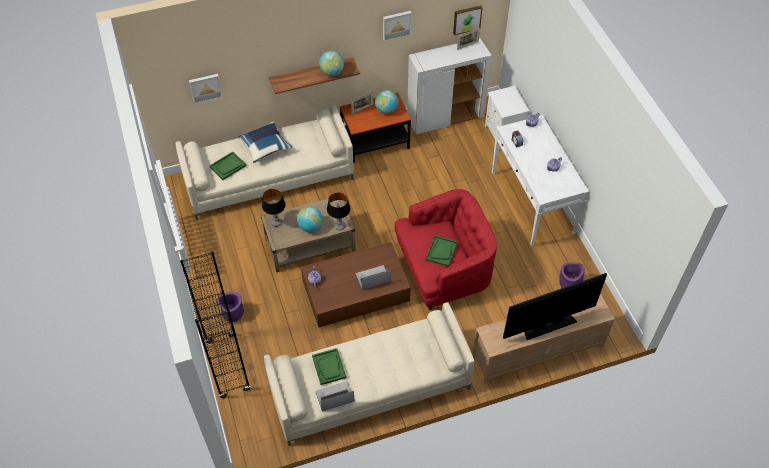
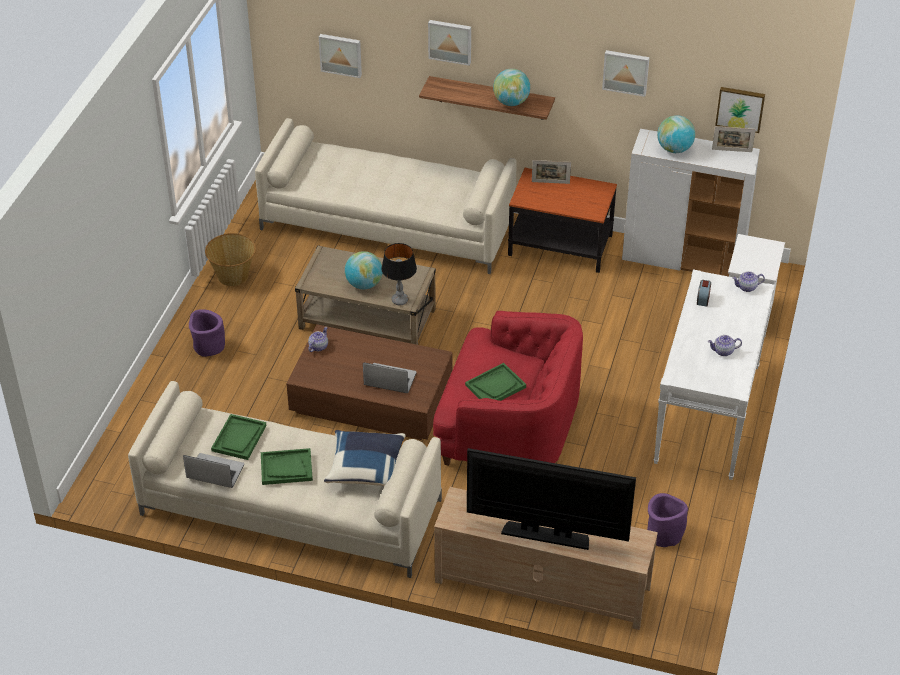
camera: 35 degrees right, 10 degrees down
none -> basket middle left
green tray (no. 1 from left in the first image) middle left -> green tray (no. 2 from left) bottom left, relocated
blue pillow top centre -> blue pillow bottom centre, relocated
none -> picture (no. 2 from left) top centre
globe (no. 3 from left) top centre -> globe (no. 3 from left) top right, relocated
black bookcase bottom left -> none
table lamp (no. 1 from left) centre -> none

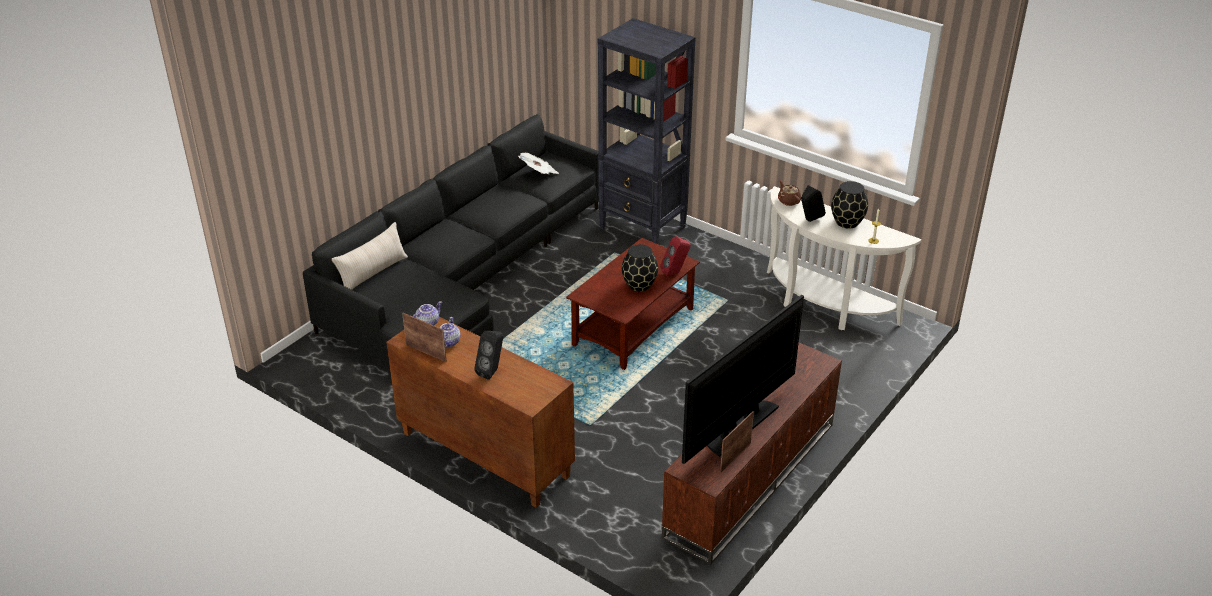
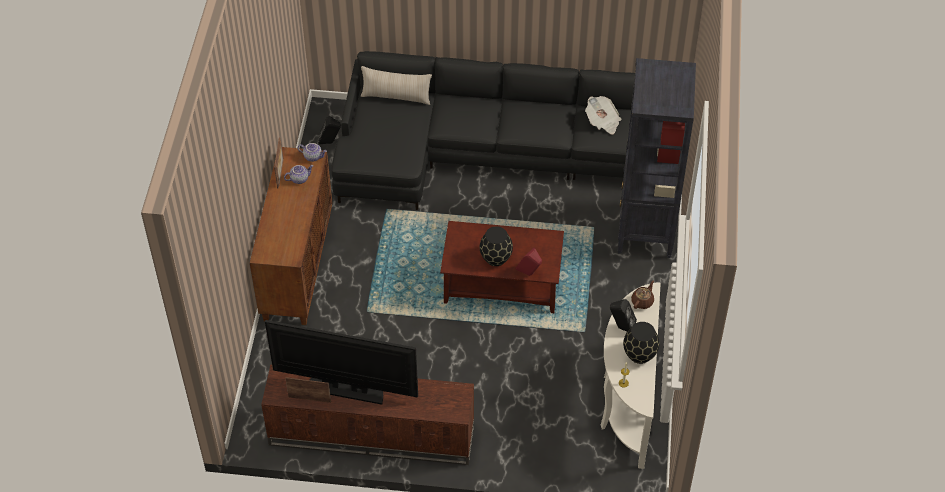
camera: 60 degrees right, 15 degrees up
black speaker (no. 1 from left) centre -> black speaker (no. 1 from left) top centre, relocated

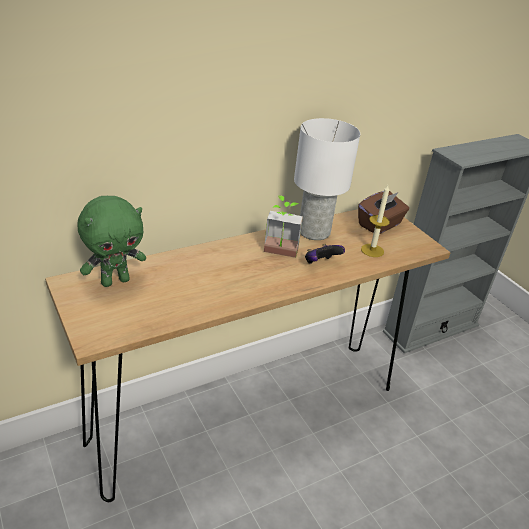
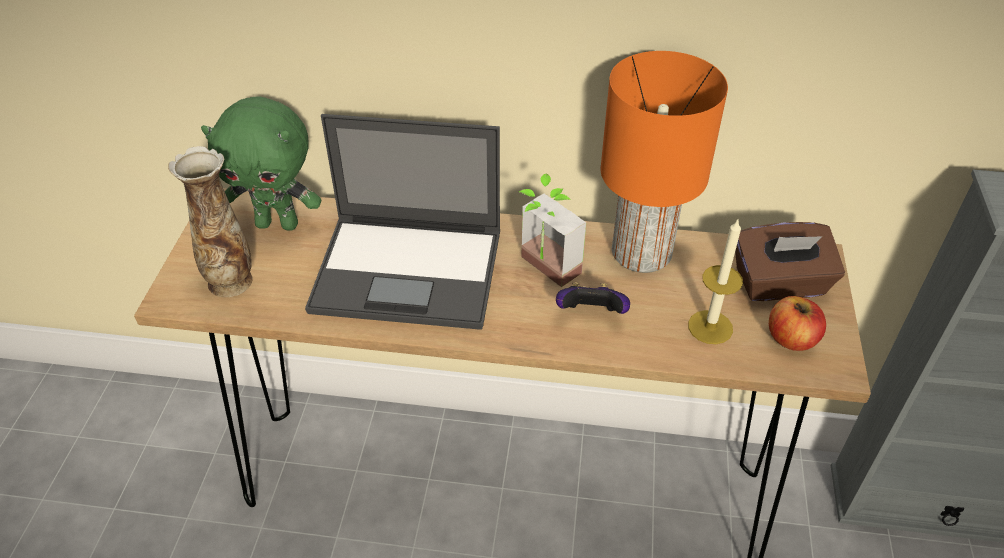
camera: 40 degrees right, 10 degrees up
none -> vase middle left
none -> laptop centre
white table lamp centre -> orange table lamp top centre
none -> apple middle right

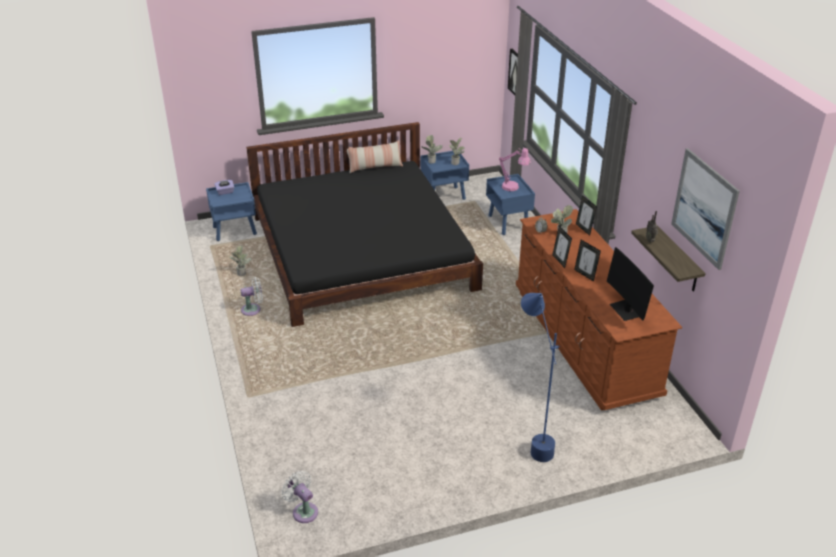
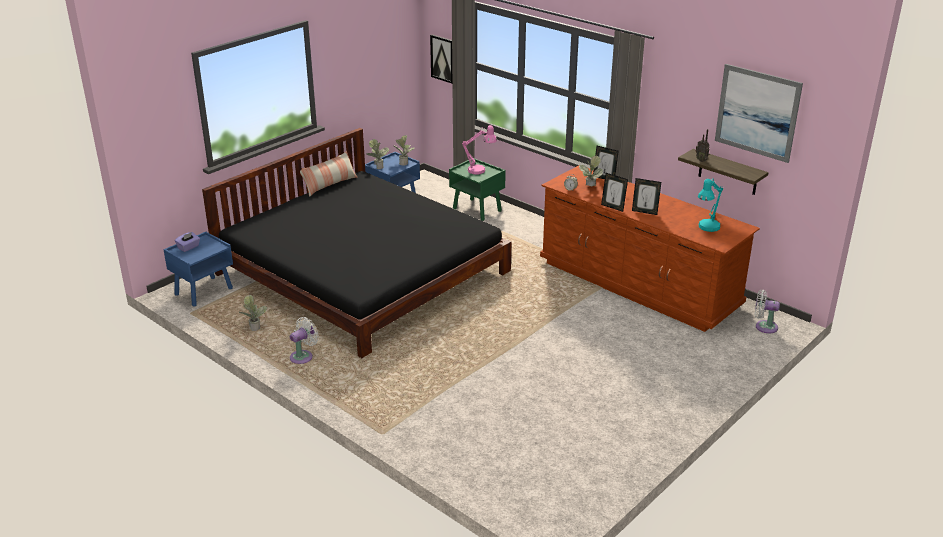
camera: 30 degrees left, 5 degrees down
blue nightstand (no. 3 from left) centre -> green nightstand centre
monitor middle right -> turquoise table lamp middle right
white fan (no. 2 from left) bottom centre -> white fan (no. 2 from left) middle right, relocated
blue floor lamp bottom centre -> none

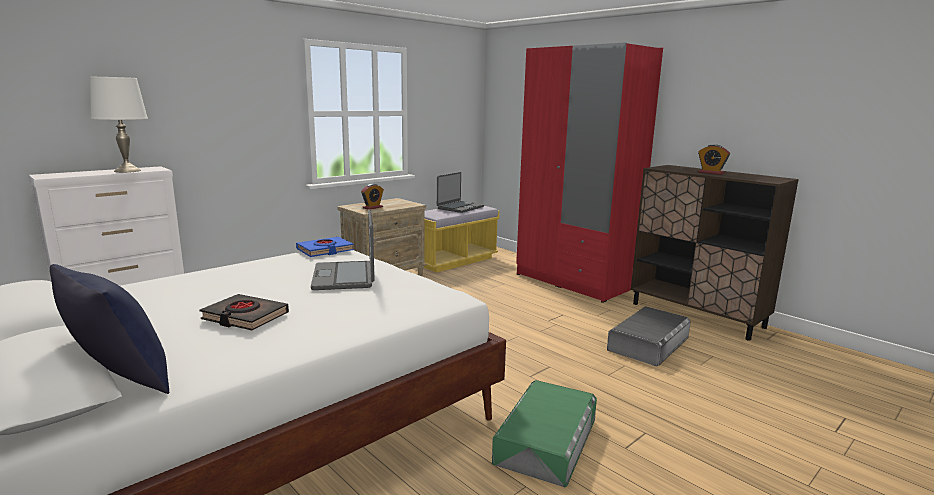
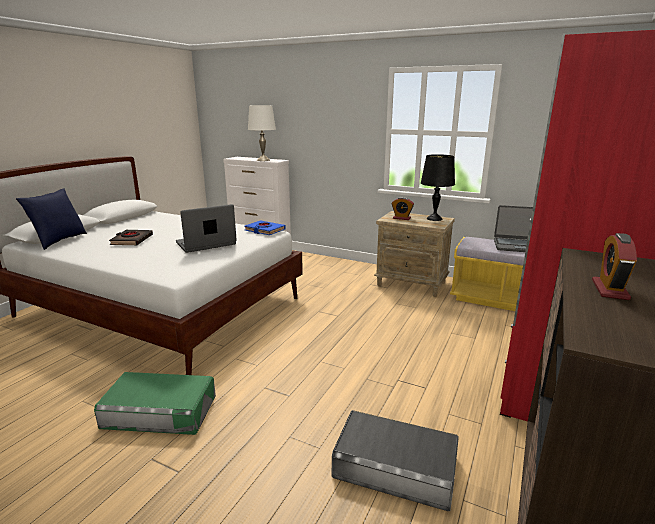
camera: 70 degrees right, 5 degrees up
none -> black table lamp middle right

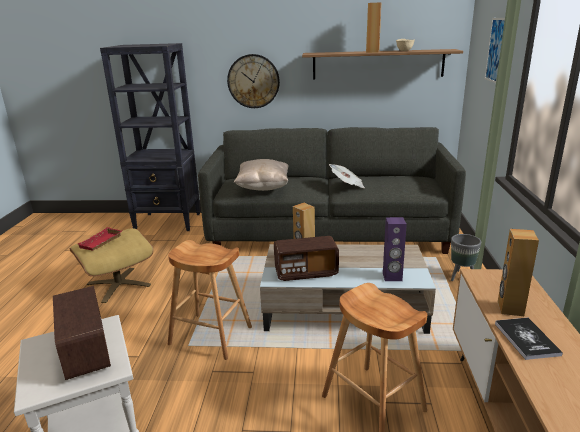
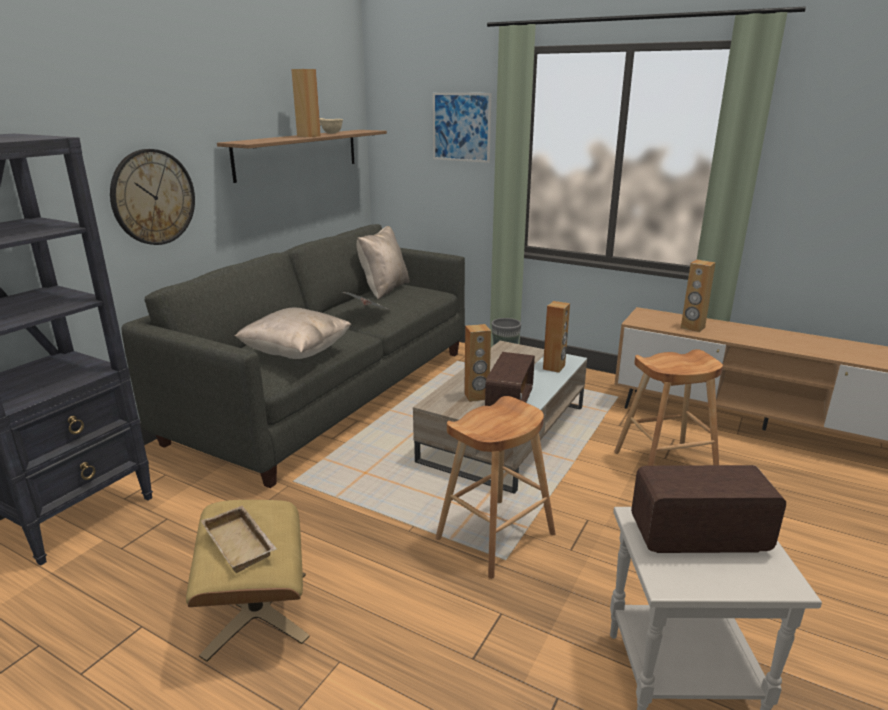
camera: 65 degrees left, 0 degrees up
red tray middle left -> beige tray bottom left
none -> beige pillow (no. 2 from left) centre
purple speaker middle right -> brown speaker (no. 3 from left) centre
book bottom right -> none

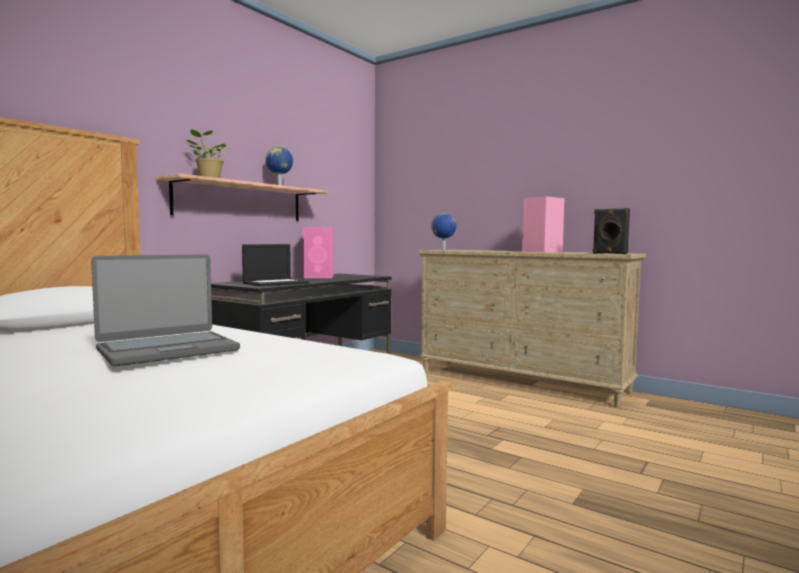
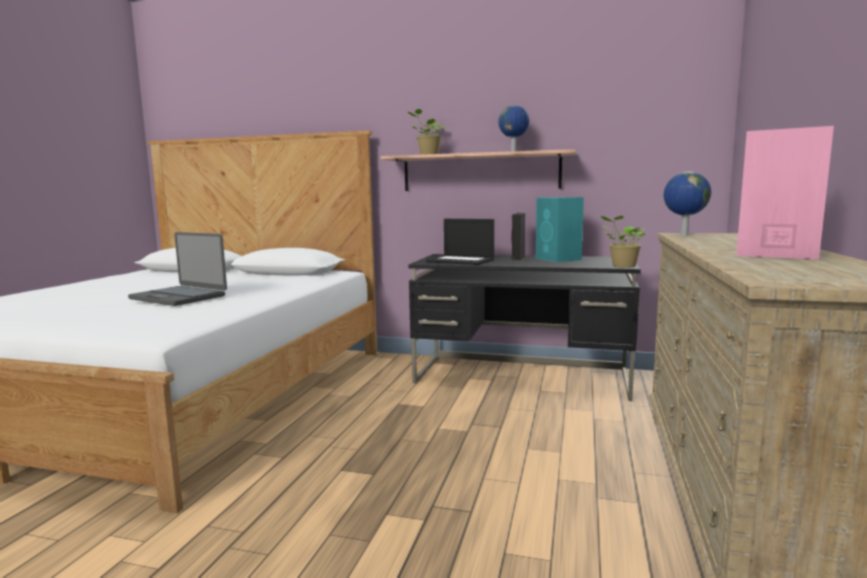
camera: 70 degrees right, 5 degrees up
black speaker middle right -> black speaker centre, relocated
pink speaker (no. 1 from left) centre -> turquoise speaker centre
none -> potted plant (no. 2 from left) middle right

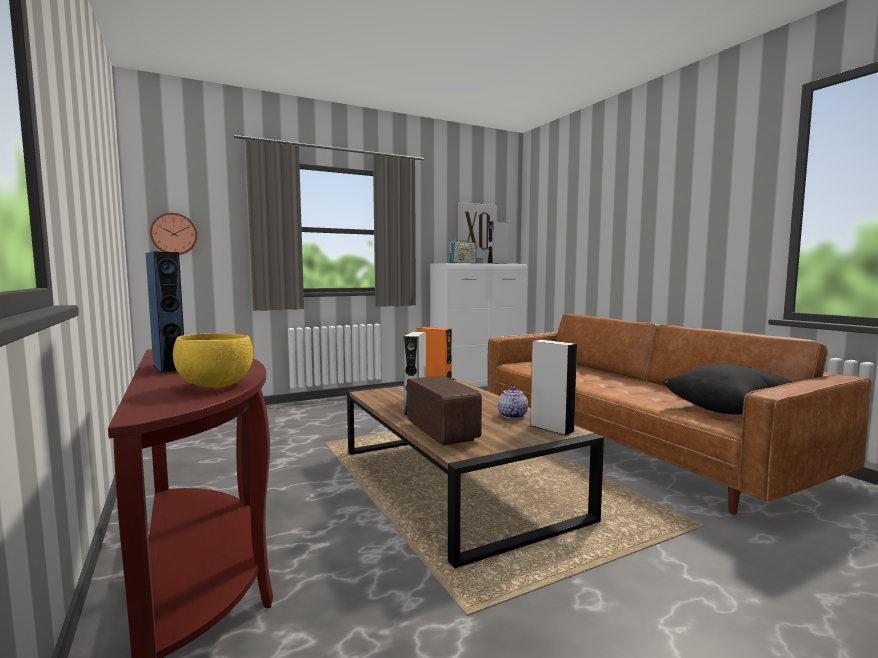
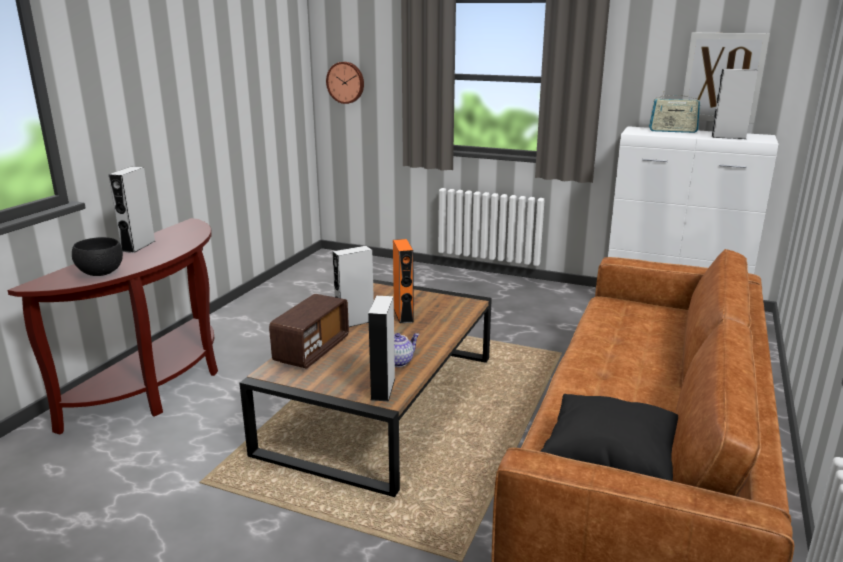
camera: 50 degrees right, 15 degrees up
yellow bowl middle left -> black bowl middle left
blue speaker middle left -> grey speaker (no. 1 from left) middle left

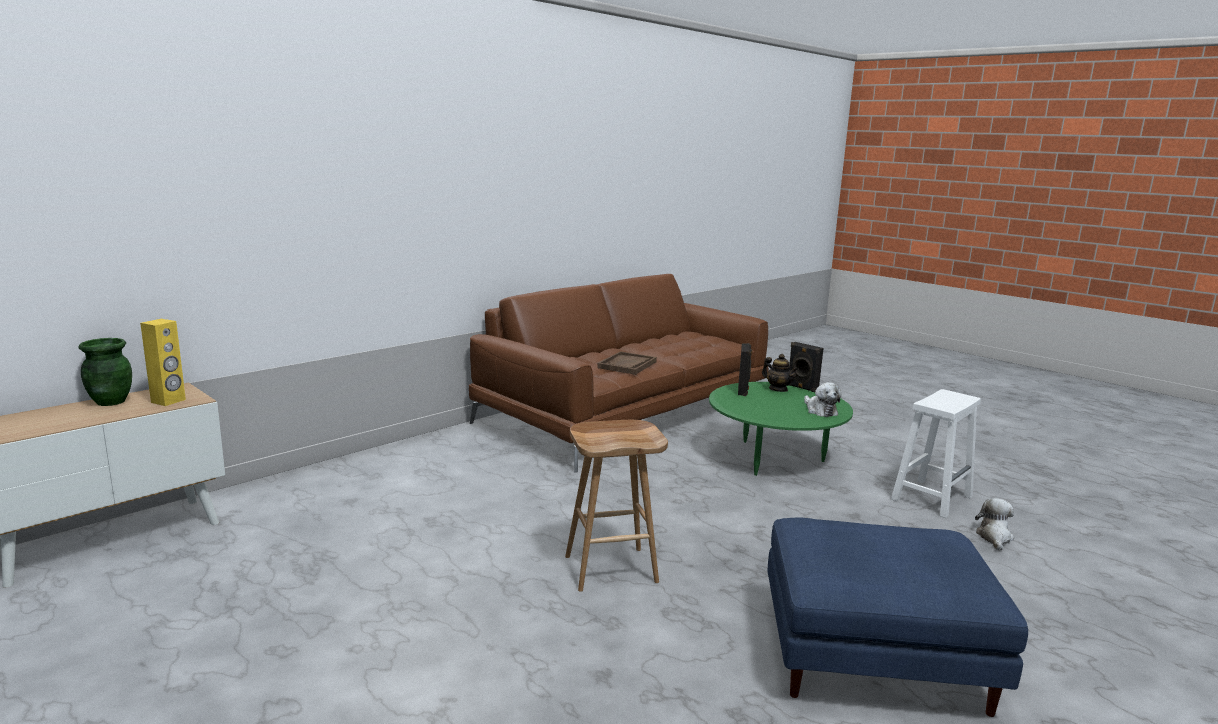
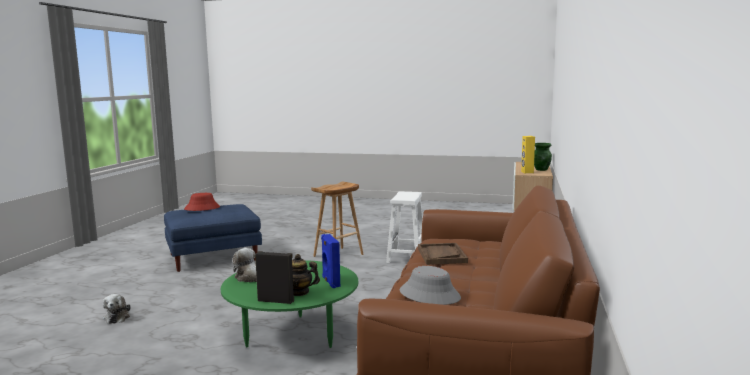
camera: 150 degrees right, 5 degrees down
none -> red hat middle left
black speaker (no. 1 from left) centre -> blue speaker bottom centre
white stool middle right -> white stool centre, relocated
none -> grey hat bottom centre

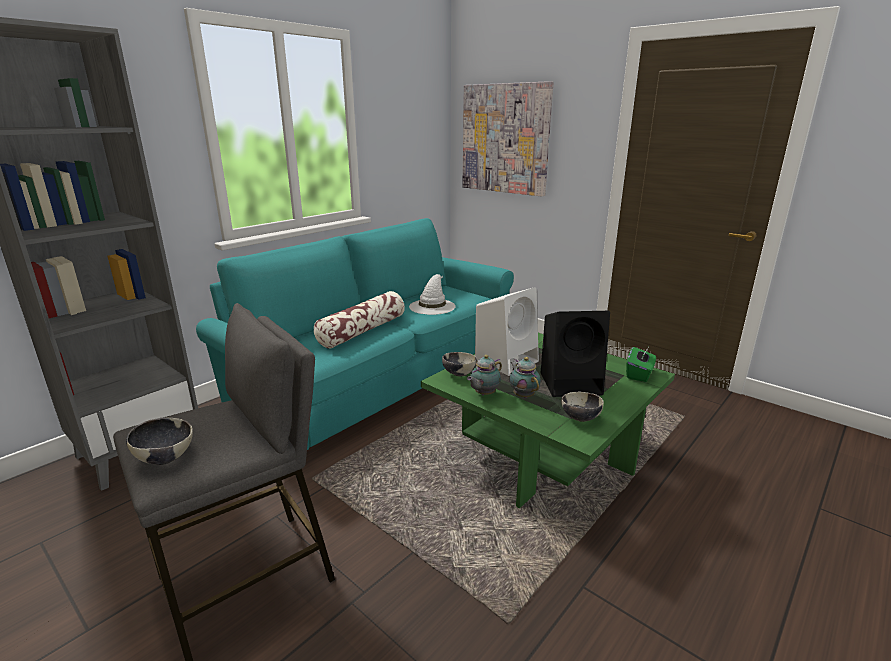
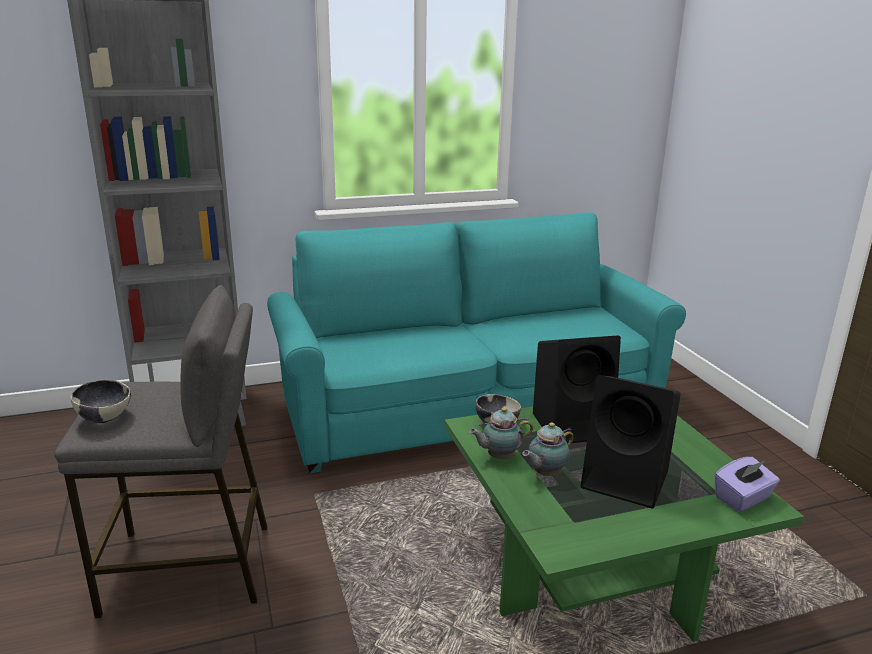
camera: 30 degrees right, 0 degrees up
teapot (no. 2 from left) centre -> teapot (no. 2 from left) bottom centre, 135 degrees counterclockwise
white speaker centre -> black speaker (no. 1 from left) centre
green tissue box middle right -> purple tissue box bottom right
pillow centre -> none
white hat centre -> none
picture top centre -> none
bowl (no. 3 from left) centre -> none

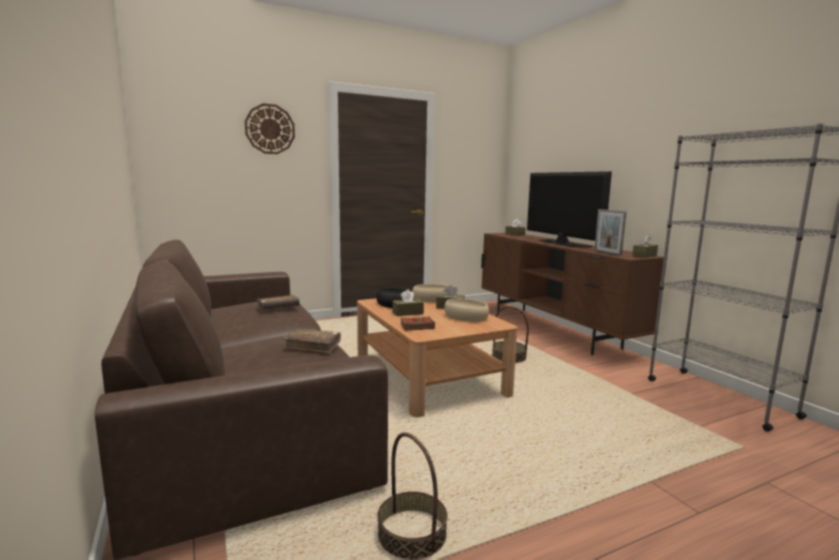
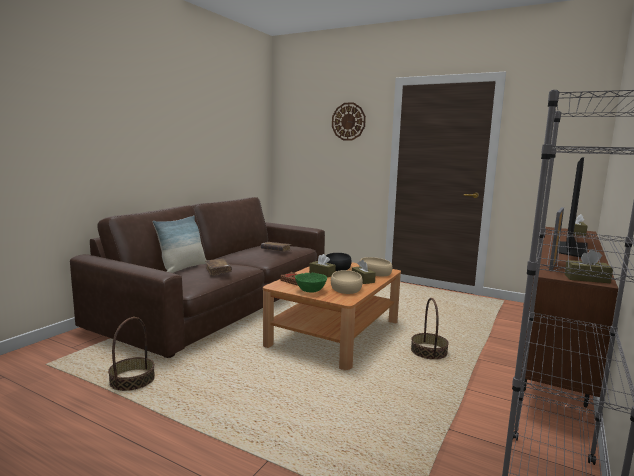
camera: 55 degrees right, 0 degrees up
none -> pillow middle left
none -> green bowl centre

